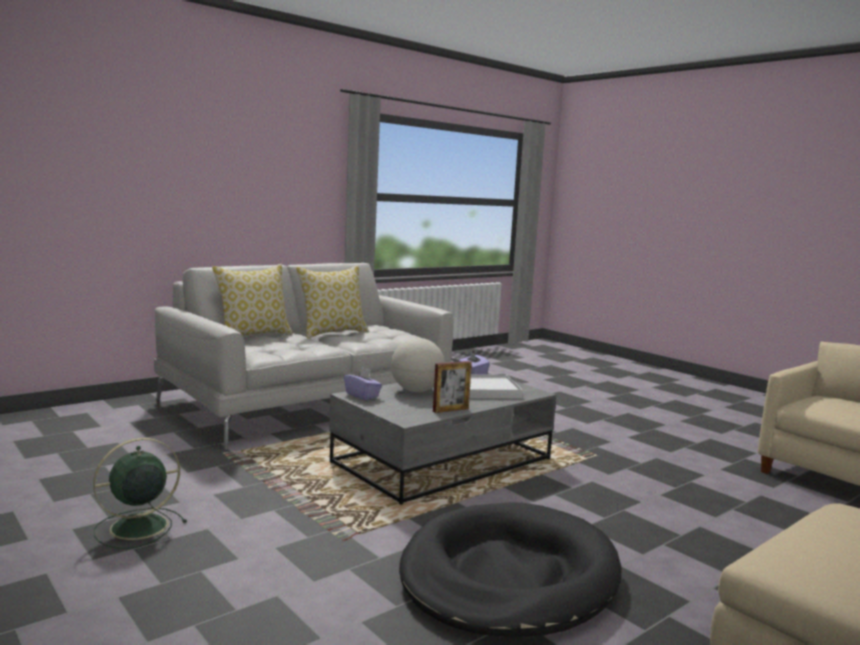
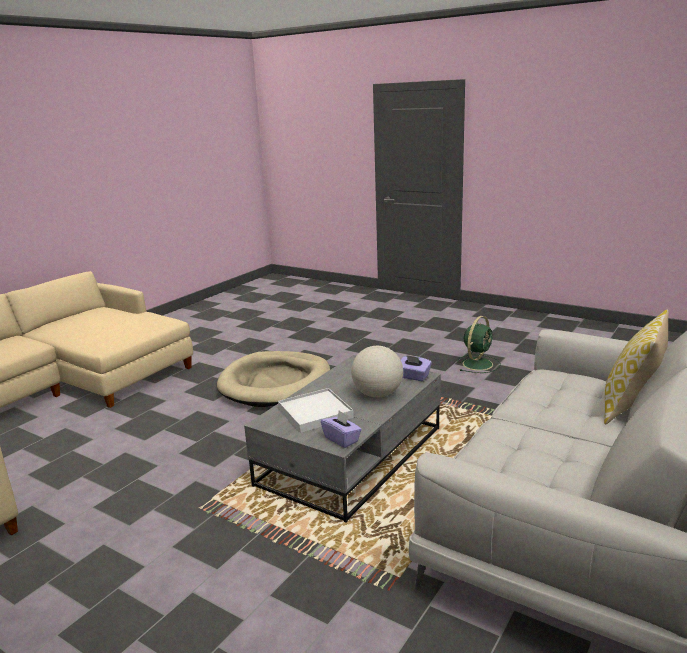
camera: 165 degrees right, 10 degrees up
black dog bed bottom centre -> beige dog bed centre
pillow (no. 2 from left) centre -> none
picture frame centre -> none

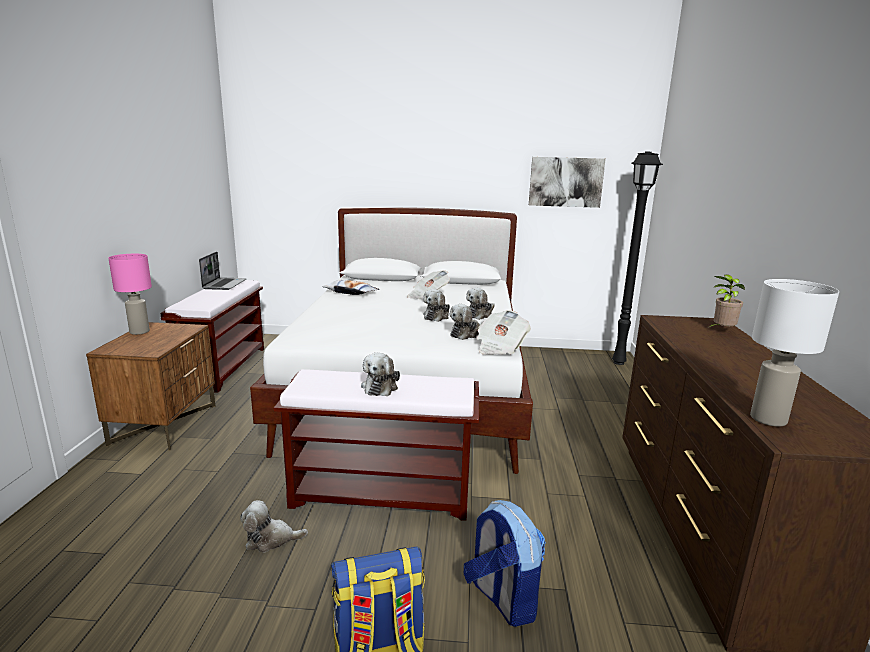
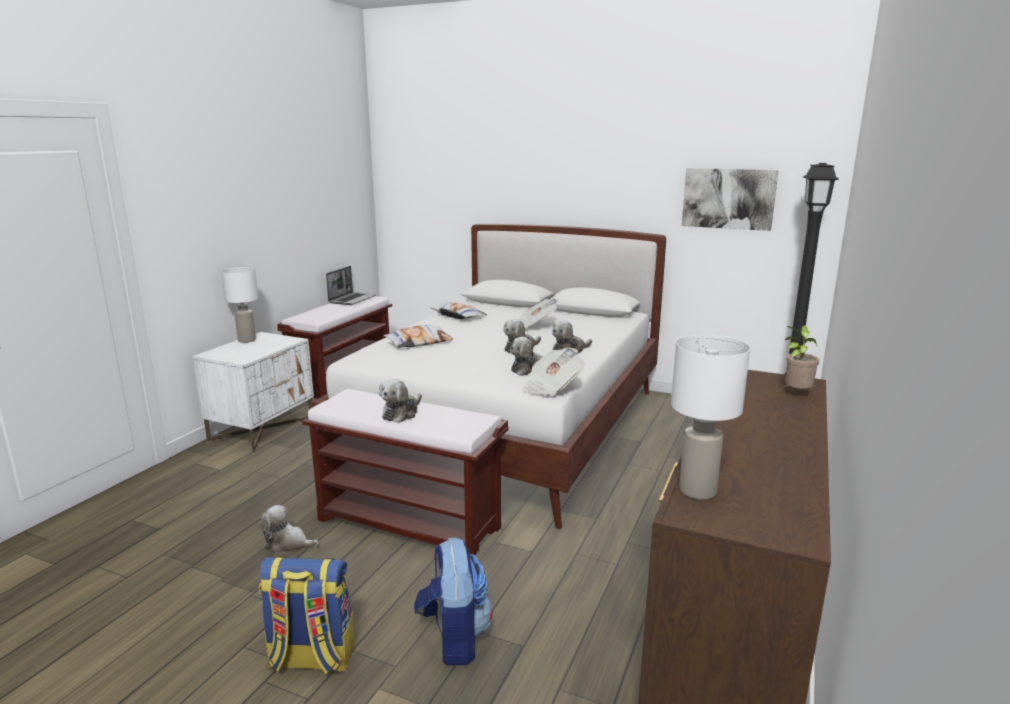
camera: 20 degrees right, 0 degrees up
brown nightstand middle left -> white nightstand middle left
pink table lamp middle left -> white table lamp (no. 1 from left) middle left
none -> pillow (no. 1 from left) centre

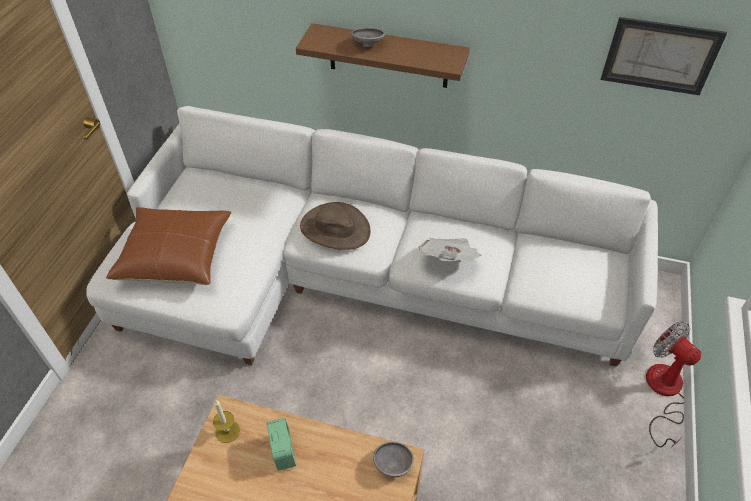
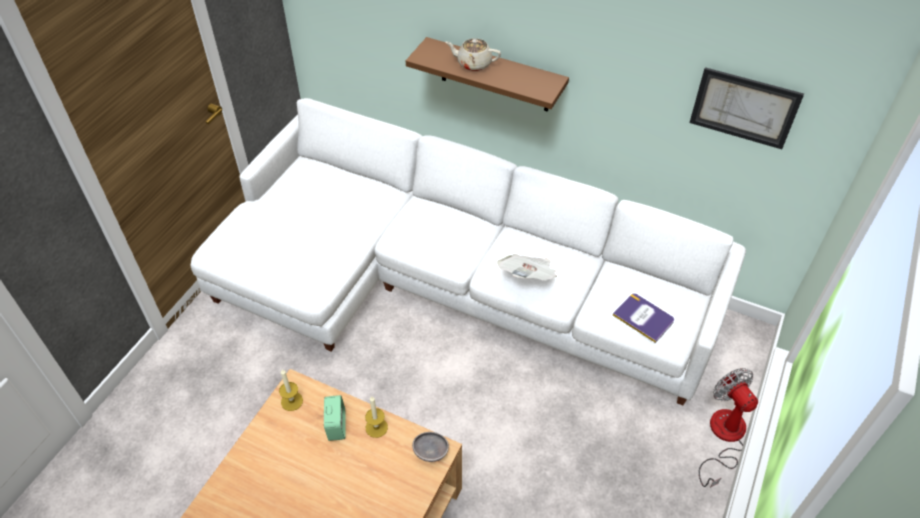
camera: 10 degrees right, 0 degrees up
none -> candle (no. 2 from left) bottom centre
grey bowl (no. 1 from left) top centre -> beige teapot top centre
none -> book middle right
brown pillow middle left -> none
brown hat centre -> none

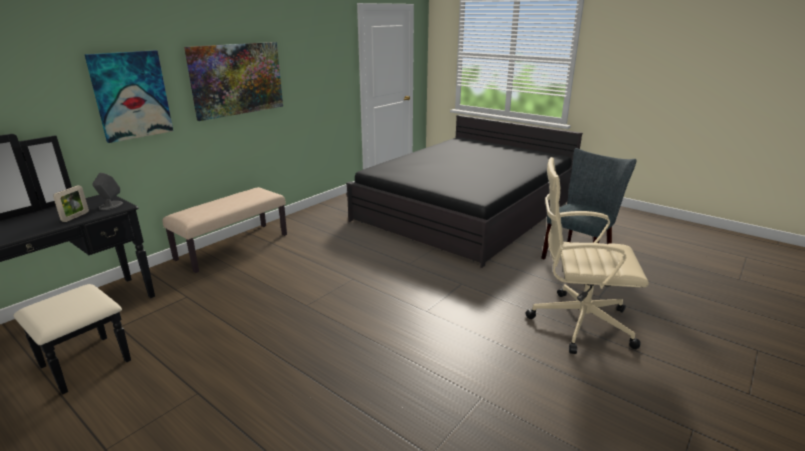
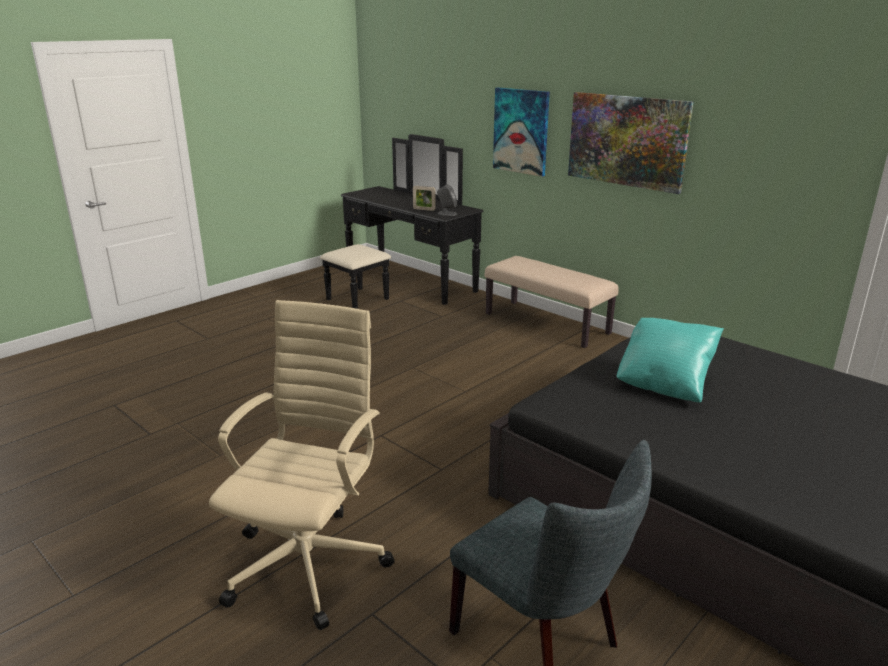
camera: 95 degrees right, 0 degrees up
none -> turquoise pillow middle right

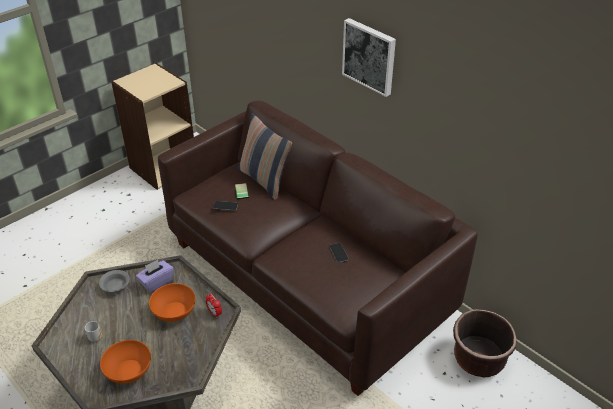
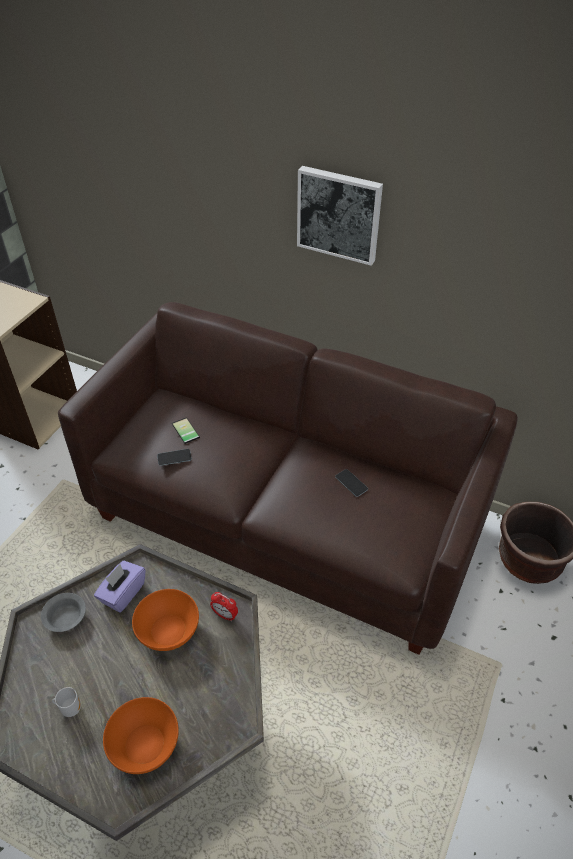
camera: 20 degrees left, 5 degrees up
pillow centre -> none

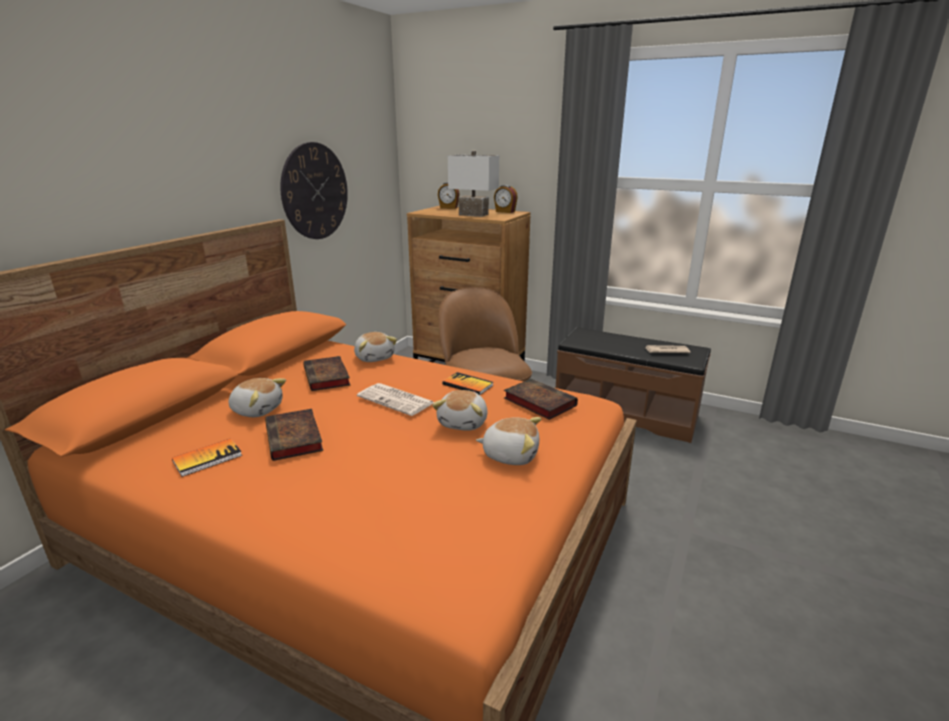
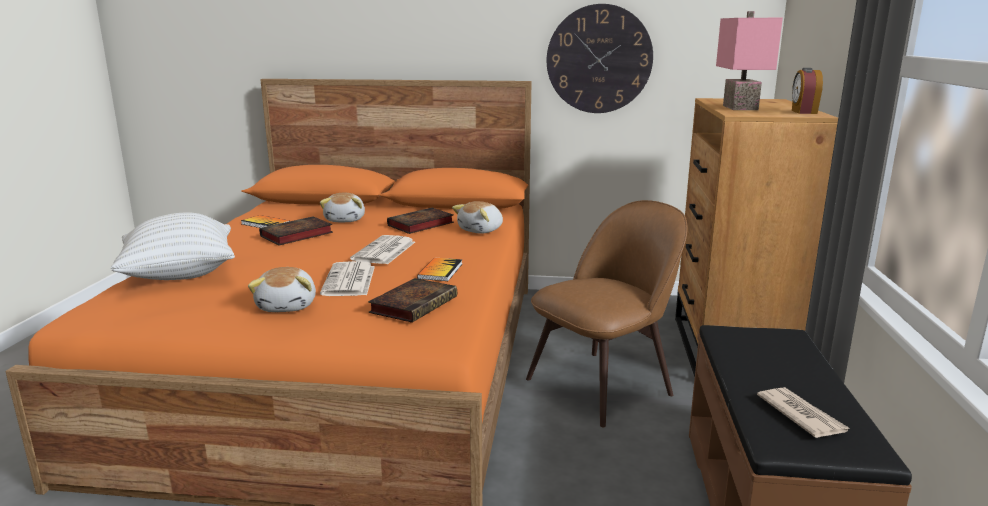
camera: 70 degrees right, 5 degrees down
none -> white pillow middle left
plush toy (no. 3 from left) centre -> newspaper (no. 1 from left) centre
white table lamp top centre -> pink table lamp top right
alarm clock (no. 1 from left) top centre -> none

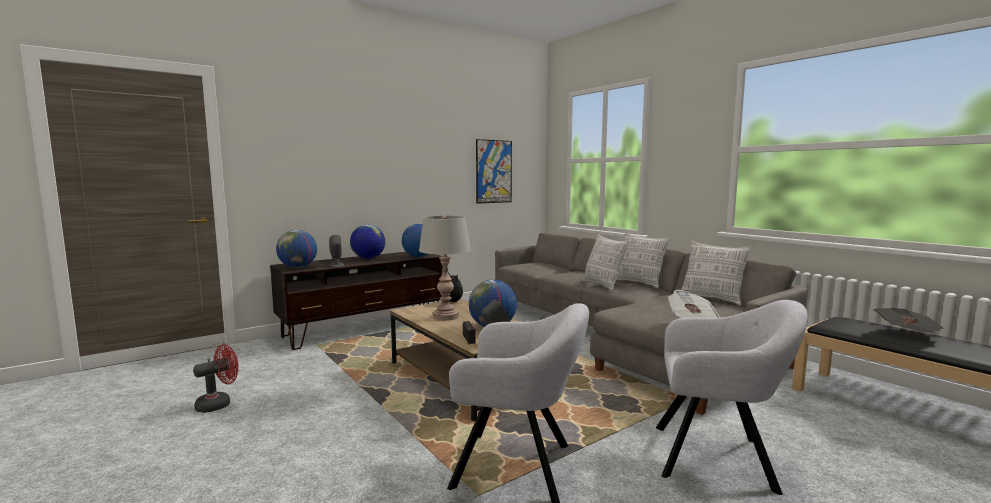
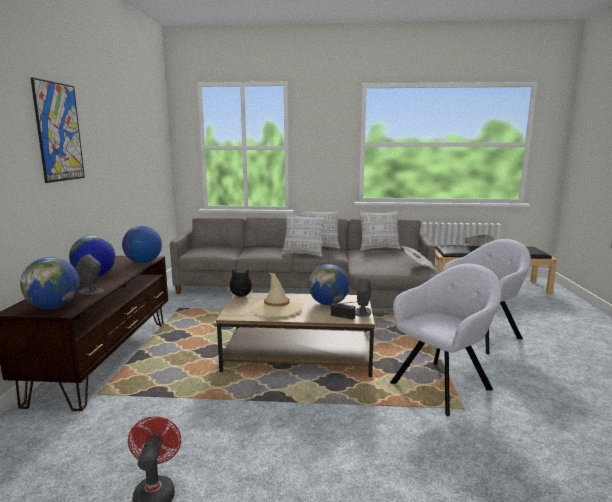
camera: 50 degrees left, 5 degrees up
picture centre -> picture top left, relocated
grey table lamp centre -> beige hat centre

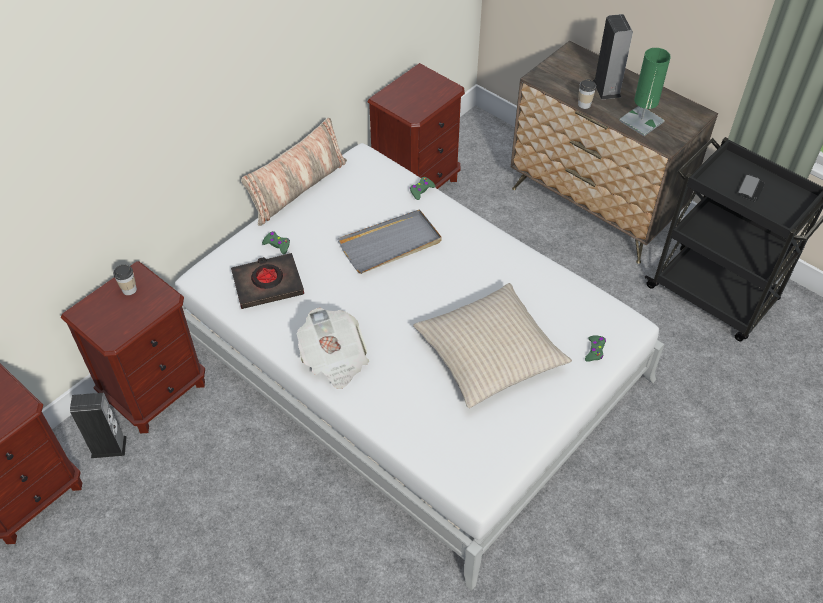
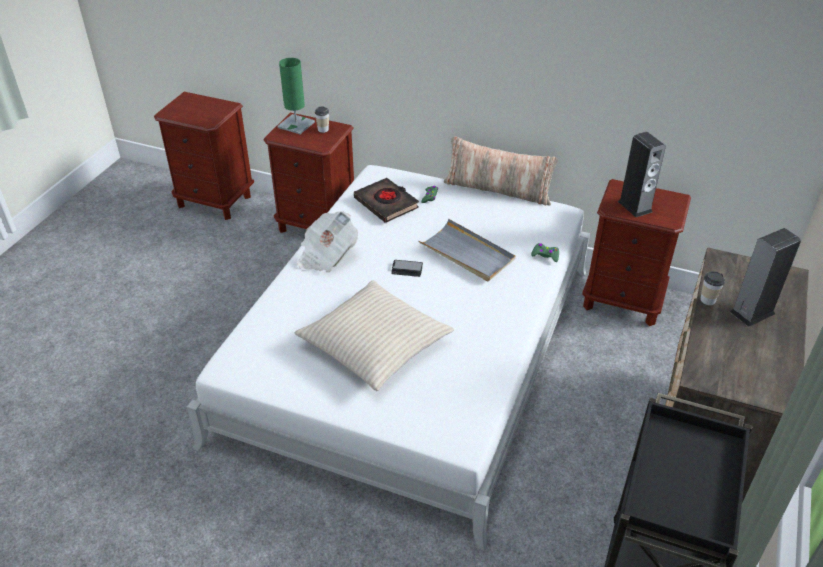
camera: 70 degrees right, 10 degrees down
green table lamp top right -> green table lamp top centre, relocated
phone top right -> phone centre, relocated
speaker (no. 1 from left) bottom left -> speaker (no. 1 from left) top right, relocated
green game controller (no. 3 from left) middle right -> none

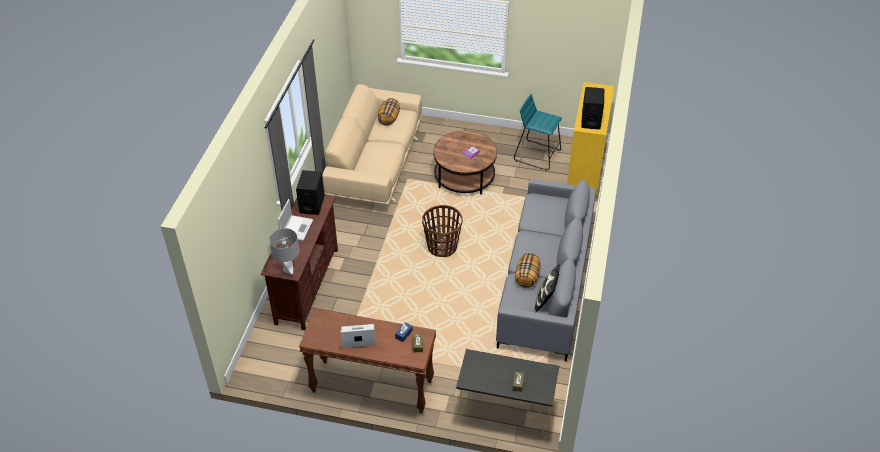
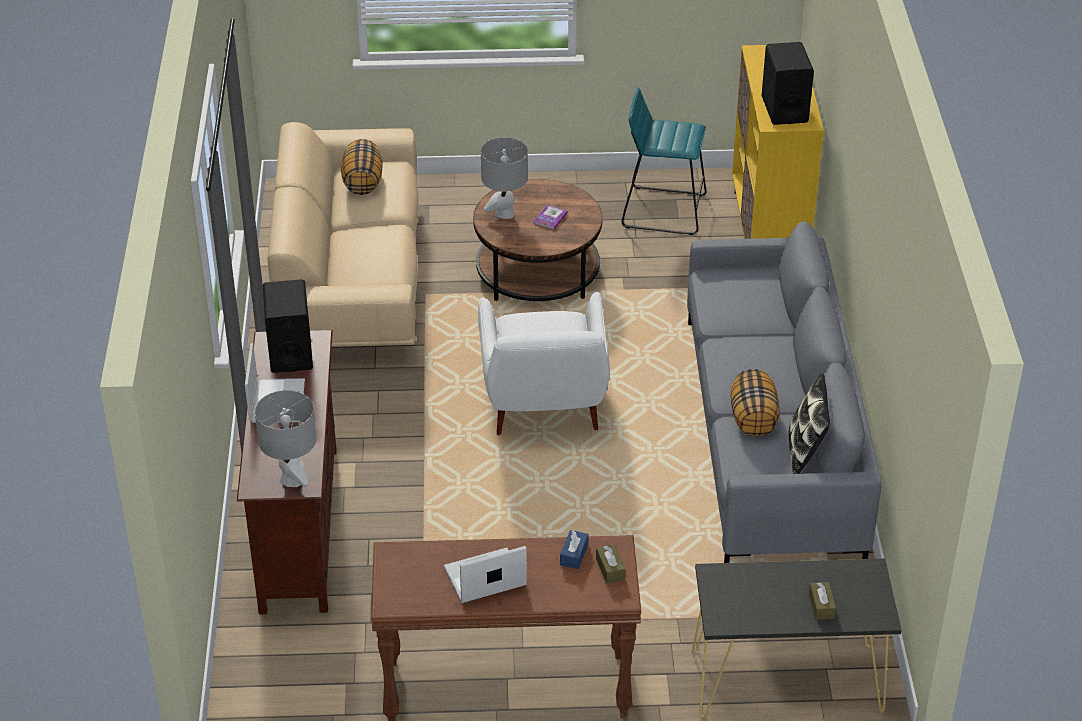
camera: 15 degrees left, 5 degrees down
basket centre -> white armchair centre
none -> grey table lamp (no. 2 from left) top centre

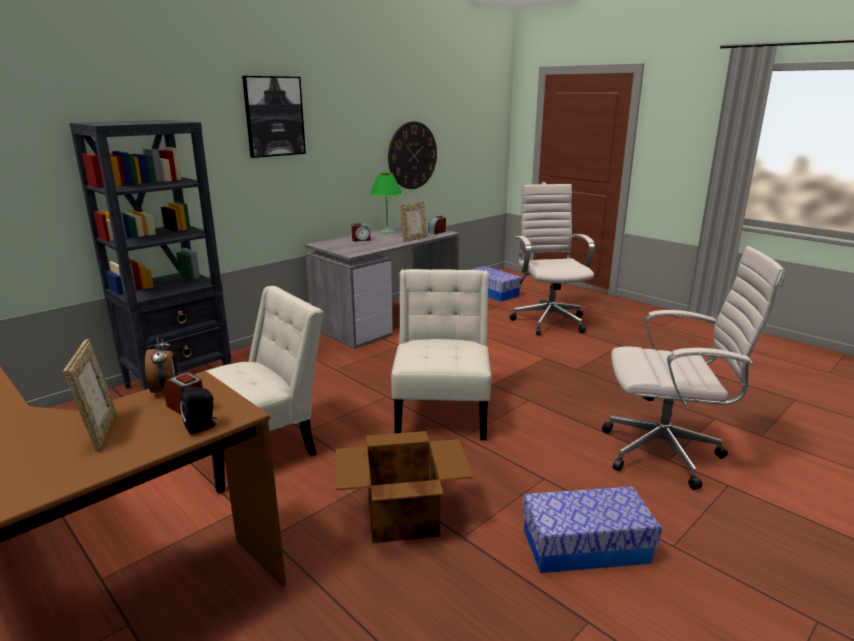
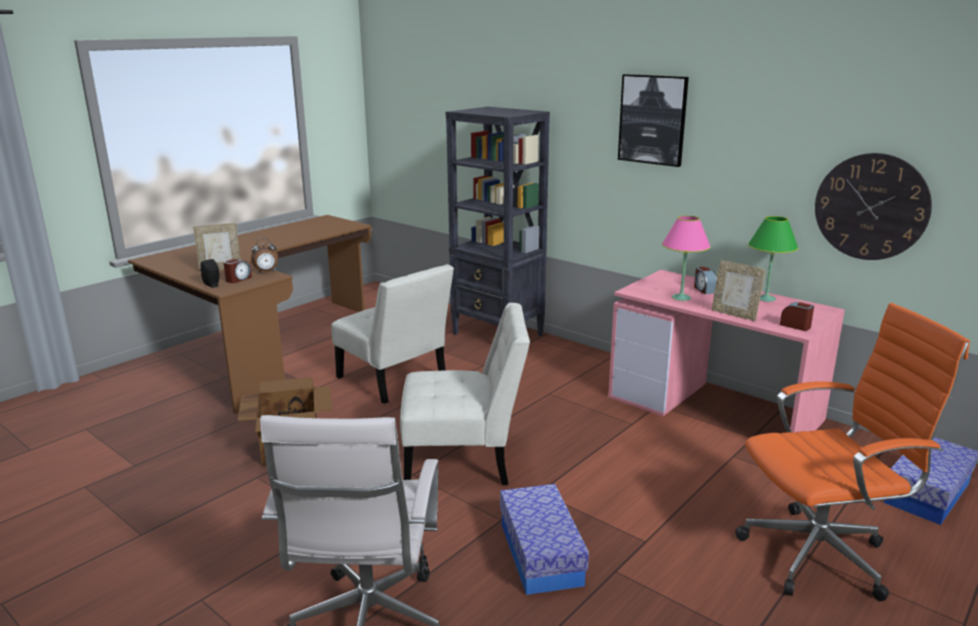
camera: 85 degrees right, 0 degrees up
storage box (no. 2 from left in the first image) bottom right -> storage box (no. 1 from left) bottom centre, relocated
grey desk centre -> pink desk middle right
none -> pink table lamp middle right
white office chair (no. 1 from left) centre -> orange office chair bottom right

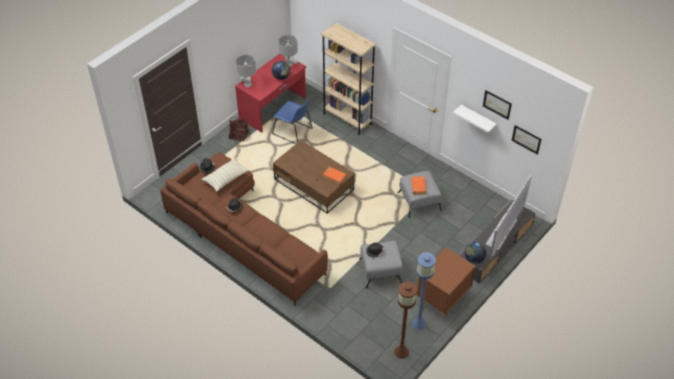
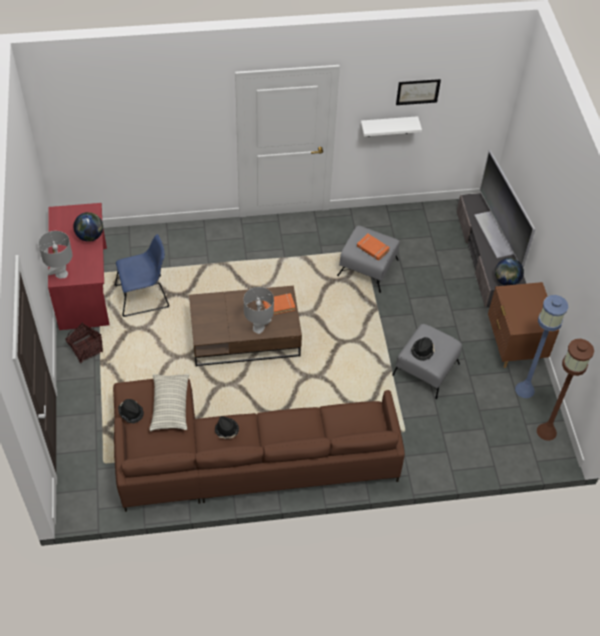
camera: 50 degrees left, 5 degrees up
grey table lamp (no. 2 from left) top centre -> grey table lamp (no. 2 from left) centre, relocated
beige bookcase top centre -> none
picture (no. 2 from left) middle right -> none

